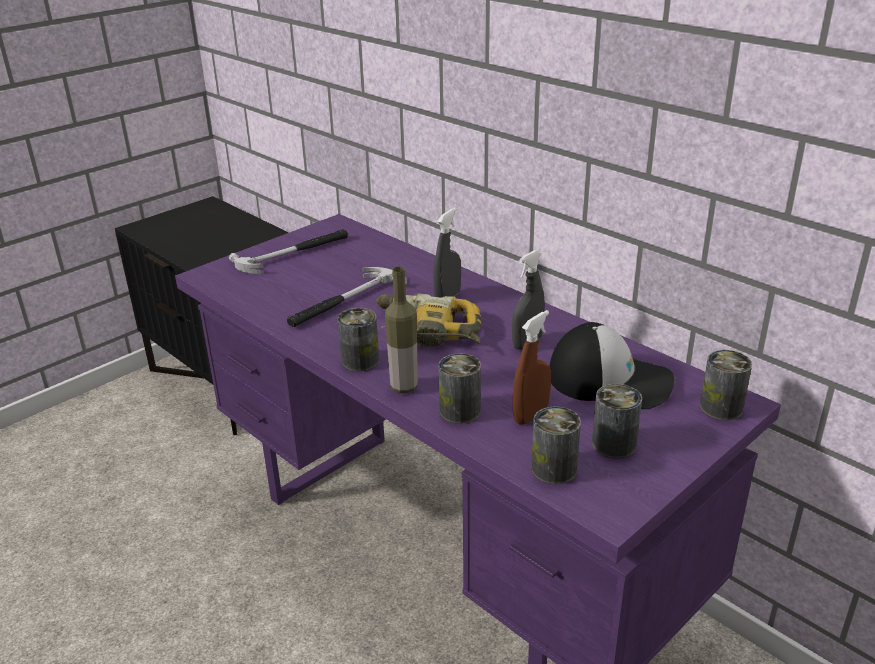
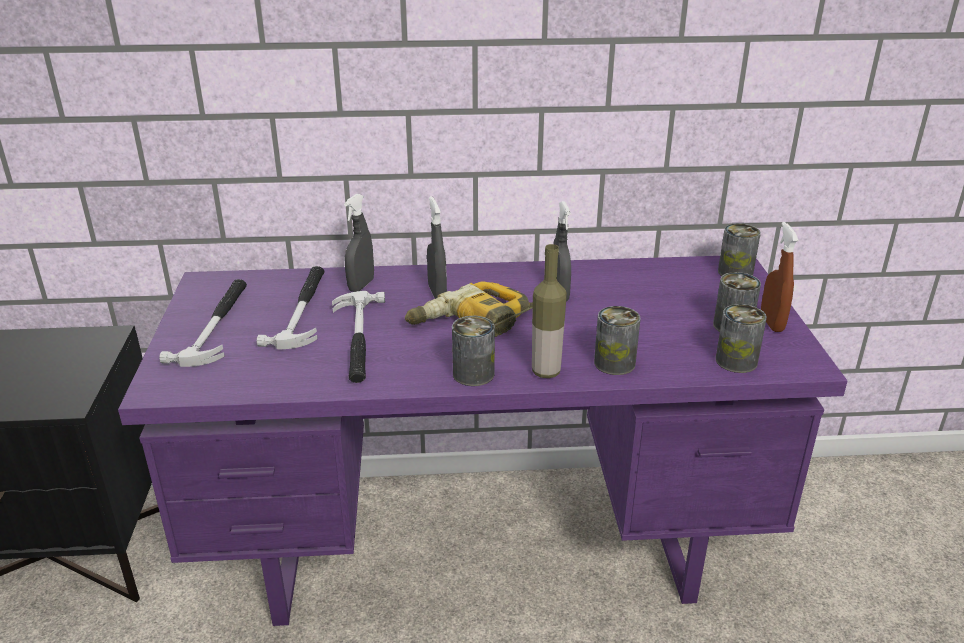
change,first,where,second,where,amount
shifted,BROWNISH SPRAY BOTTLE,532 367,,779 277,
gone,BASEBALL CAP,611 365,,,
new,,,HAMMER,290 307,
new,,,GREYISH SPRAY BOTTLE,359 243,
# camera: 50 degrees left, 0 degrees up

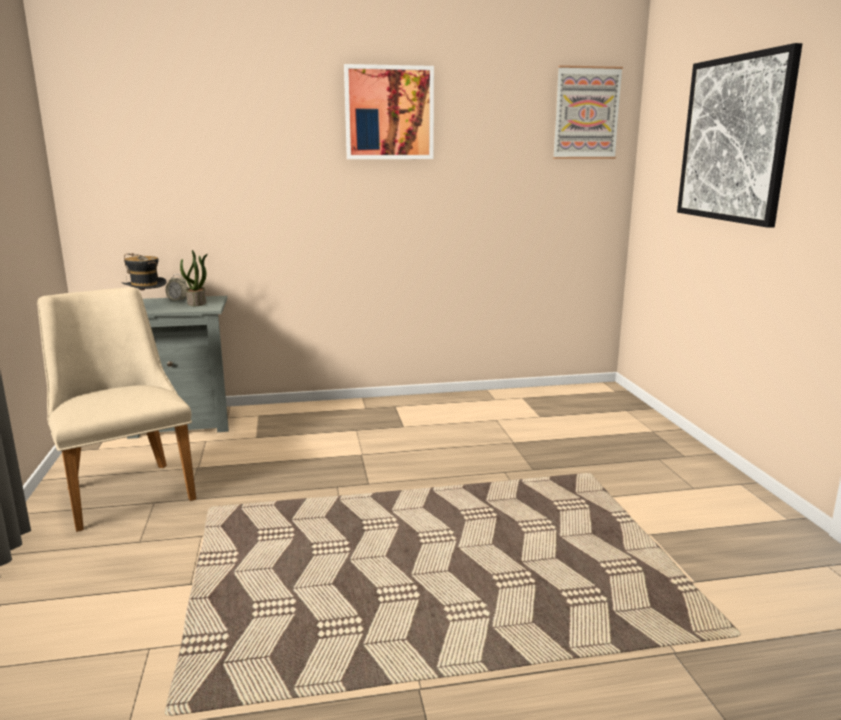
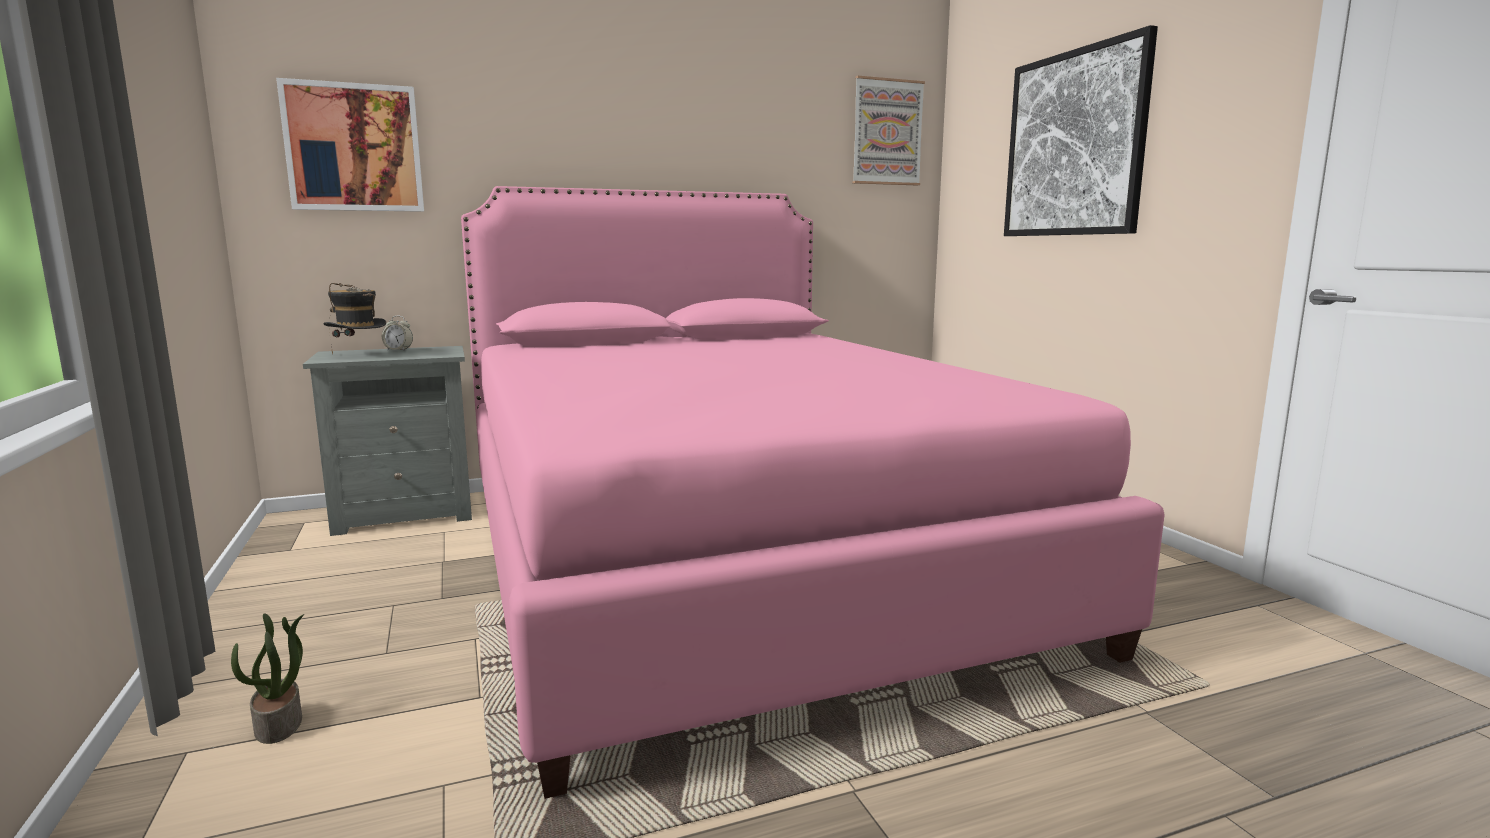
change,first,where,second,where,amount
gone,BEIGE-COLOURED UPRIGHT CHAIR,116 409,,,
shifted,POTTED PLANT,194 278,,267 678,
shifted,PICTURE,389 111,,350 145,
new,,,PINK-COLOURED SLEEPING BED,813 492,
# camera: 10 degrees left, 5 degrees down

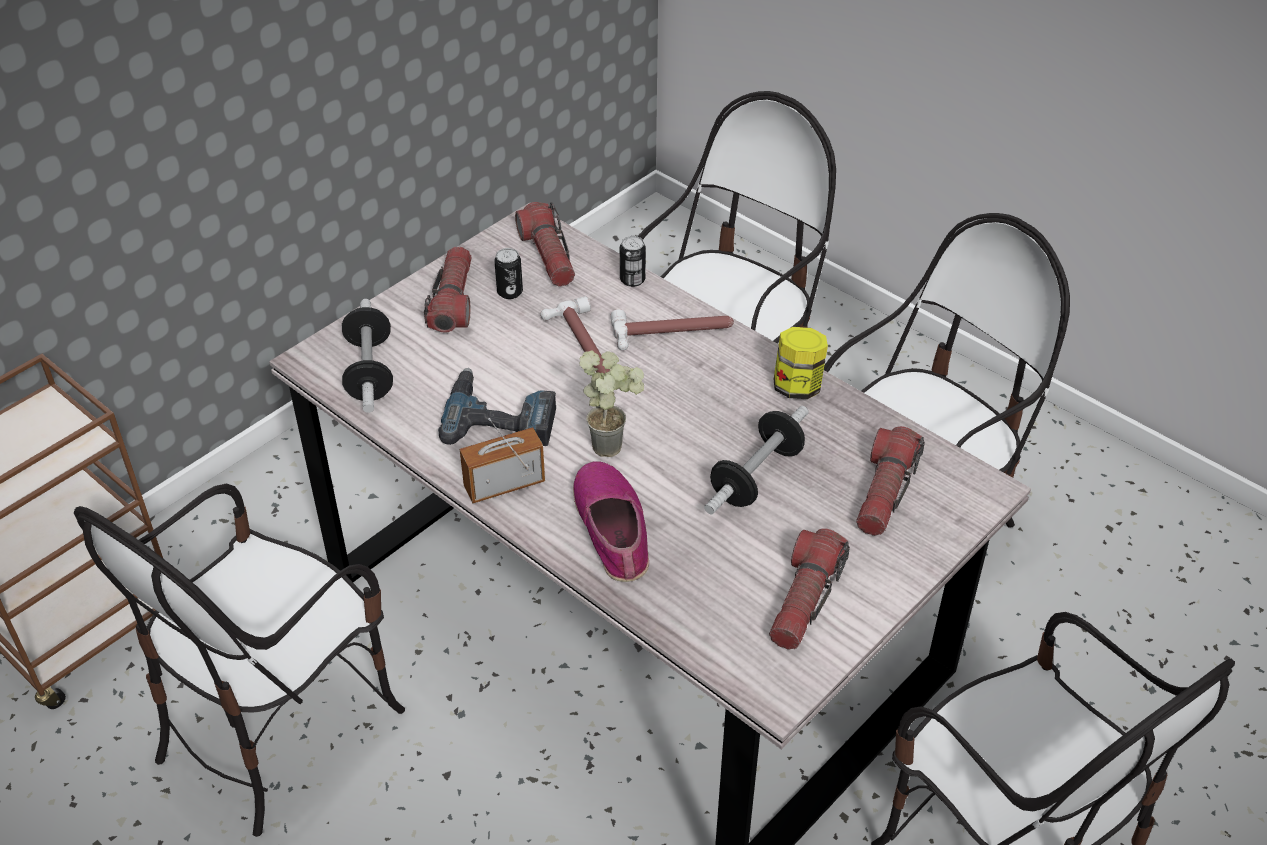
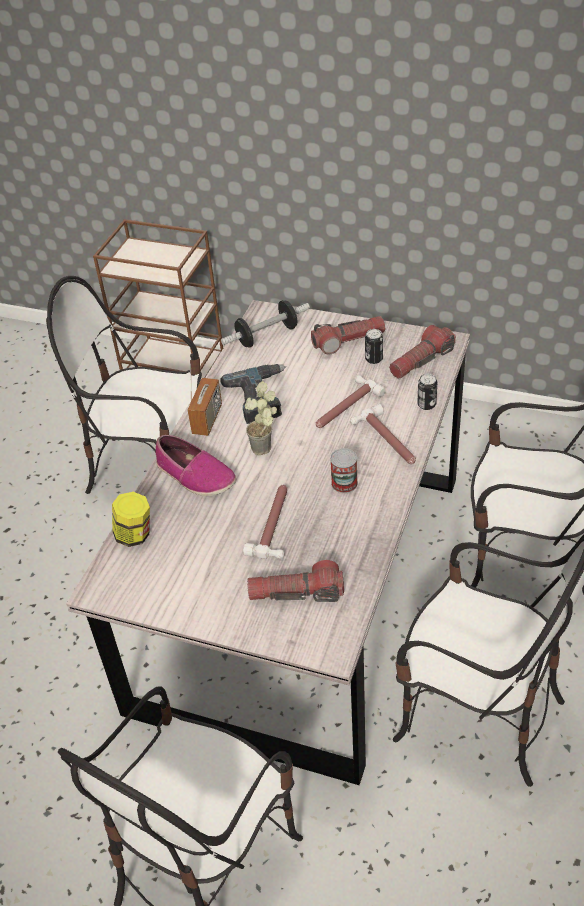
change,first,where,second,where,amount
rotated,RADIO RECEIVER,502 460,,204 397,60 degrees clockwise
rotated,LOW SHOE,611 521,,196 465,75 degrees clockwise
swapped,HAND WEIGHT,756 460,HAMMER,265 522,
gone,FLASHLIGHT,809 589,,,
shifted,PRESERVE JAR,800 363,,131 519,
new,,,METAL CAN,344 470,
# camera: 70 degrees right, 0 degrees up

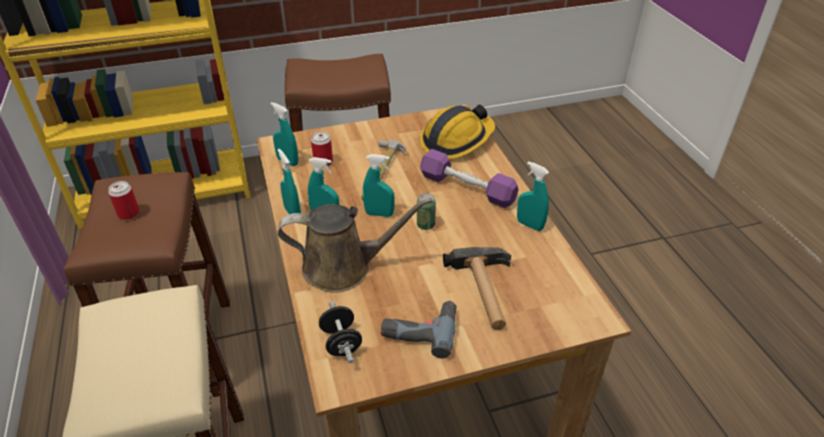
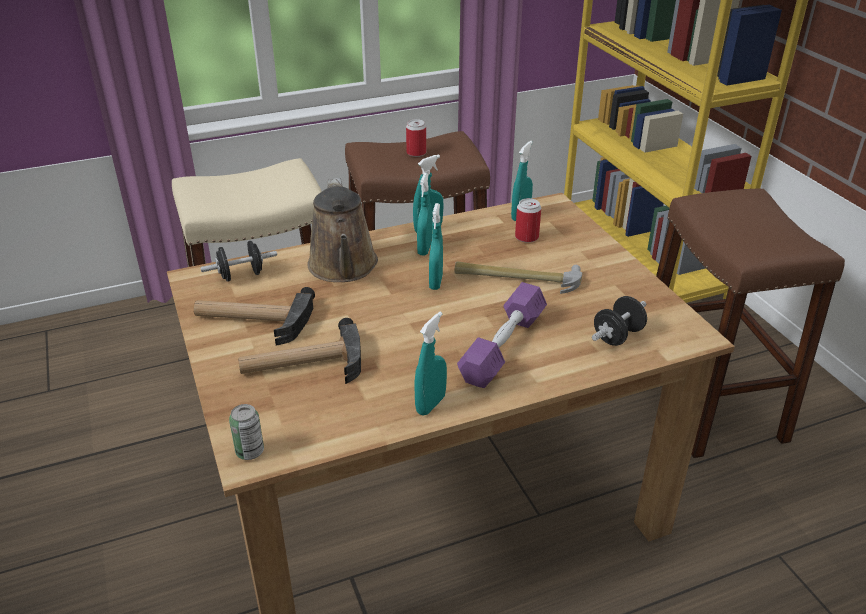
change,first,where,second,where,amount
swapped,DRILL,419 329,HAMMER,254 316,
shifted,METAL CAN,426 211,,246 432,
swapped,SAFETY HELMET,457 132,BLACKISH HAND WEIGHT,619 321,
# camera: 85 degrees right, 5 degrees down

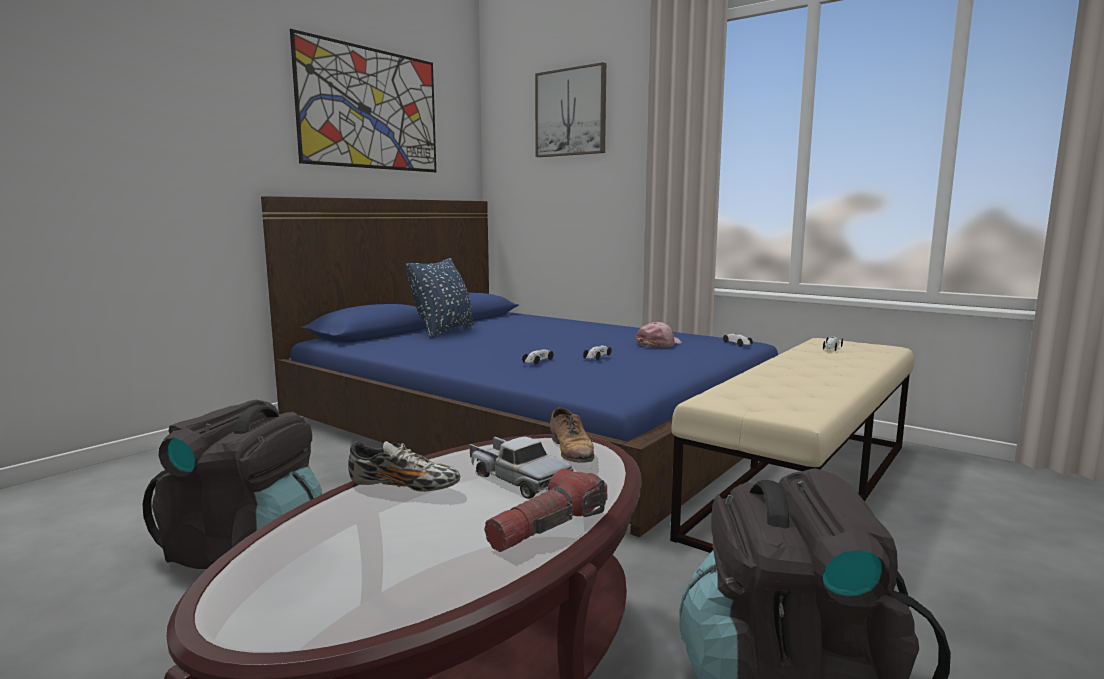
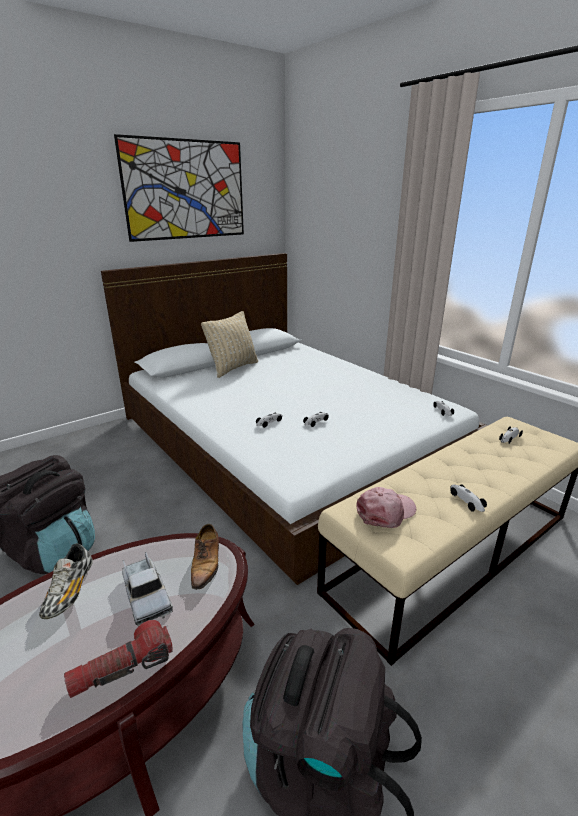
change,first,where,second,where,amount
repainted,BLUISH SLEEPING BED,519 366,WHITE SLEEPING BED,294 419,
rotated,LOW SHOE,404 466,,66 581,60 degrees clockwise
repainted,BLUISH PILLOW,440 298,BEIGE-COLOURED PILLOW,229 344,
gone,PICTURE,570 109,,,
shifted,PINK-COLOURED BASEBALL CAP,659 334,,386 507,
new,,,MINIATURE CAR,468 498,
# camera: 15 degrees right, 15 degrees up

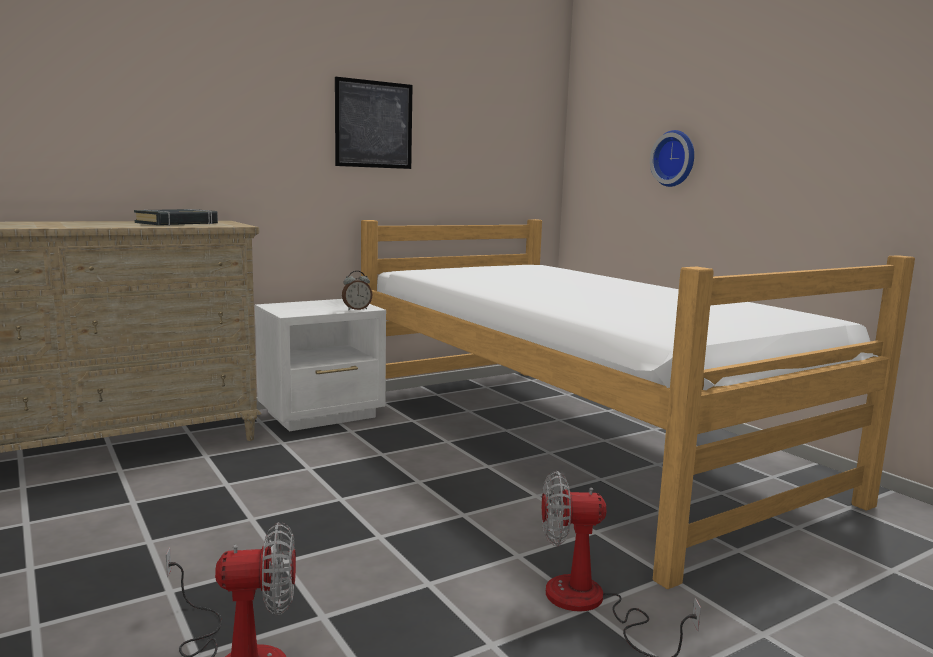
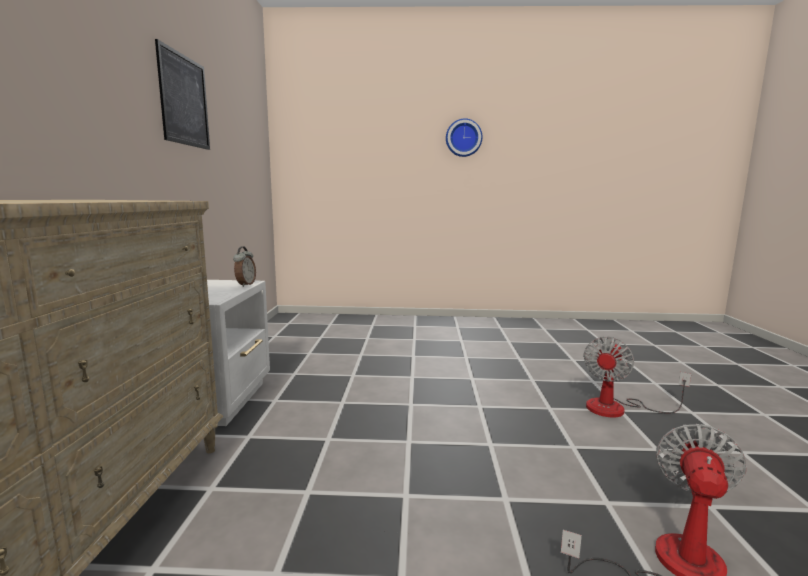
change,first,where,second,where,amount
gone,BLACKISH BOUND BOOK,176 217,,,
gone,SLEEPING BED,638 404,,,
shifted,WALL CLOCK,672 158,,464 137,
# camera: 55 degrees left, 0 degrees up

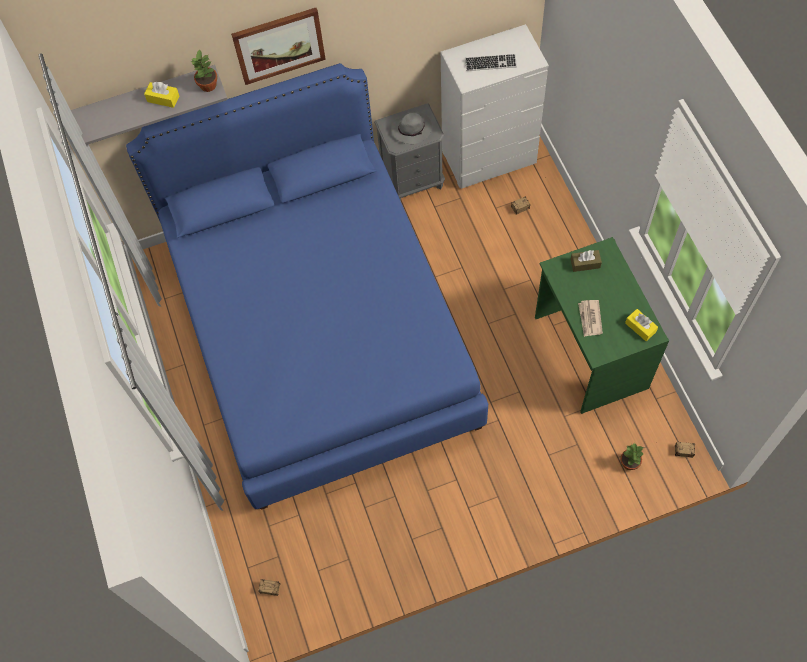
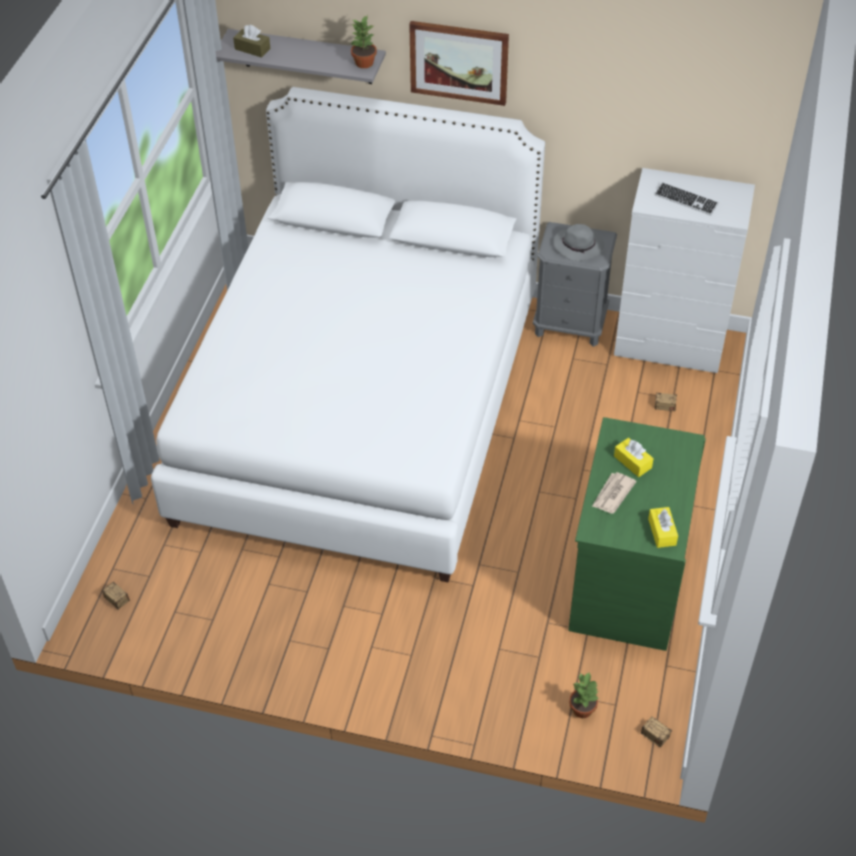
change,first,where,second,where,amount
repainted,BLUISH SLEEPING BED,307 286,WHITE SLEEPING BED,348 334,
shifted,YELLOW-COLOURED TISSUE HOLDER,161 95,,634 457,
shifted,BROWNISH TISSUE HOLDER,586 261,,252 41,
# camera: 30 degrees right, 15 degrees down

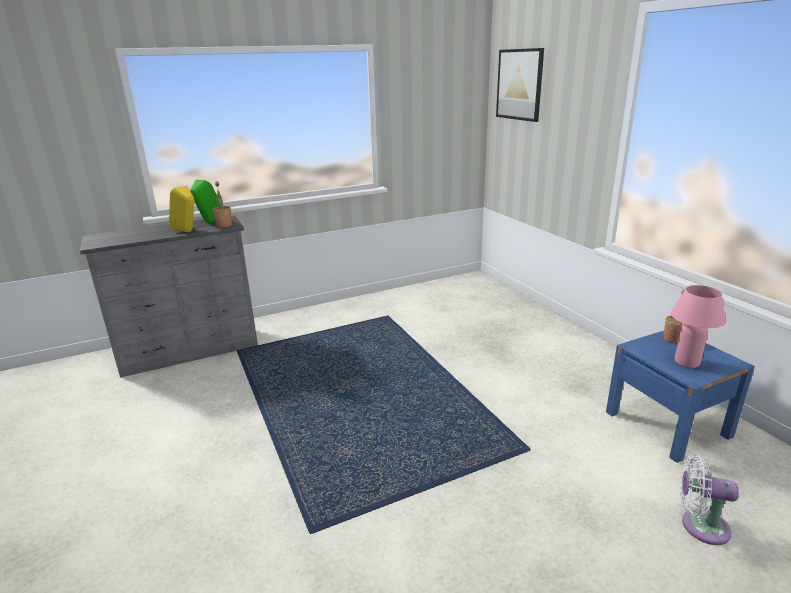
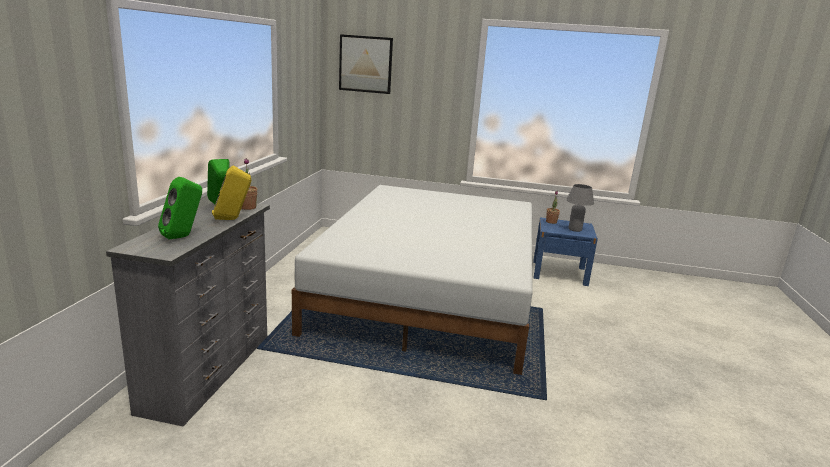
change,first,where,second,where,amount
repainted,PINK-COLOURED TABLETOP LAMP,698 326,GREYISH TABLETOP LAMP,580 208,
gone,WHITE FAN,709 499,,,
new,,,GREEN LOUDSPEAKER,180 208,
new,,,WHITE SLEEPING BED,412 280,
# camera: 55 degrees left, 5 degrees down

